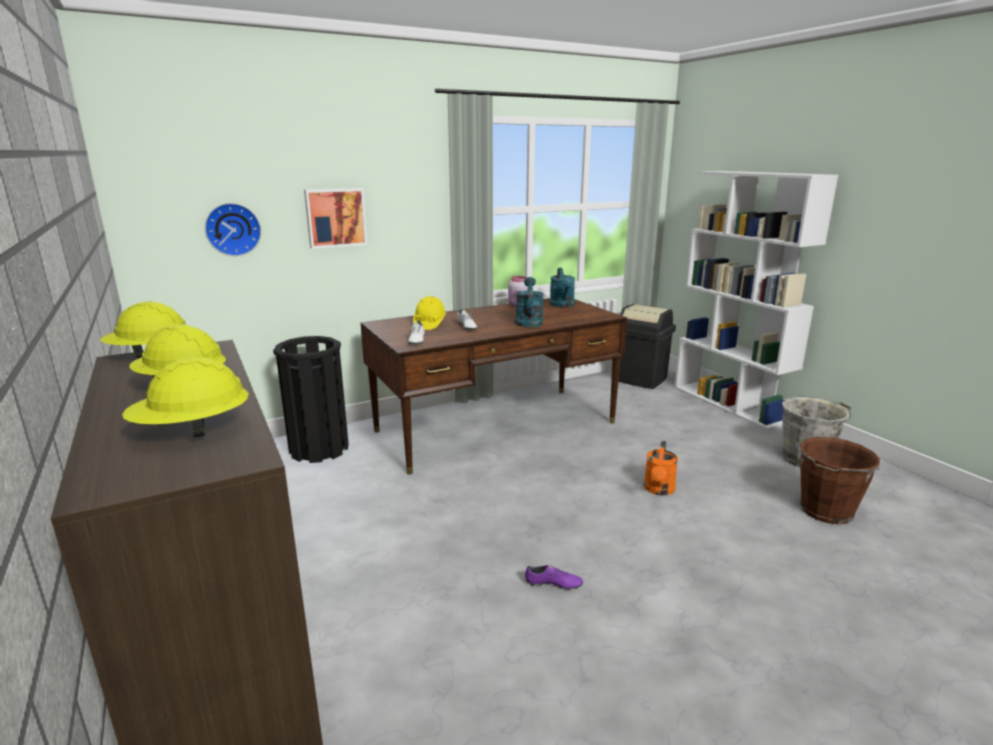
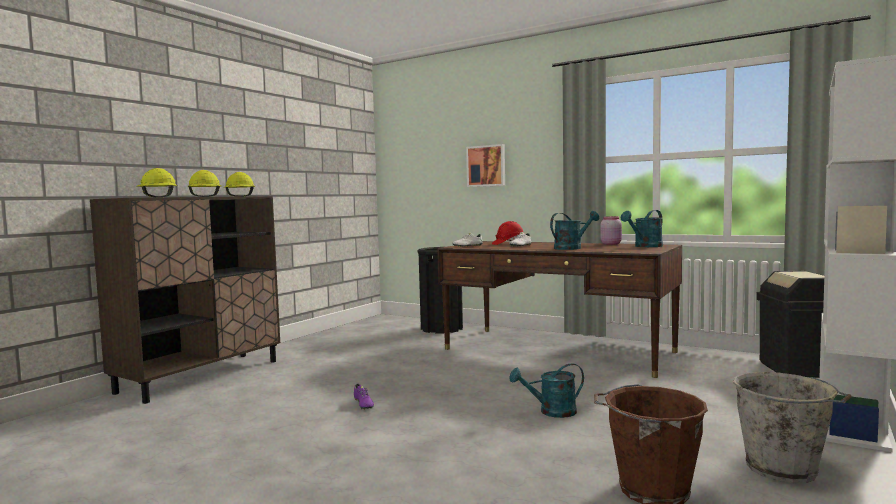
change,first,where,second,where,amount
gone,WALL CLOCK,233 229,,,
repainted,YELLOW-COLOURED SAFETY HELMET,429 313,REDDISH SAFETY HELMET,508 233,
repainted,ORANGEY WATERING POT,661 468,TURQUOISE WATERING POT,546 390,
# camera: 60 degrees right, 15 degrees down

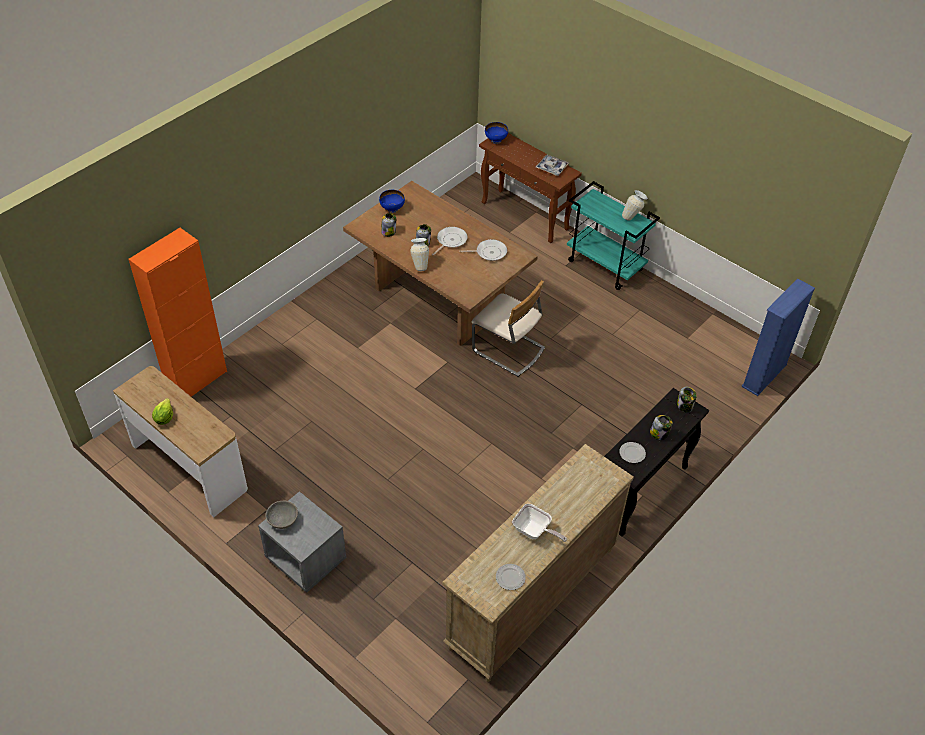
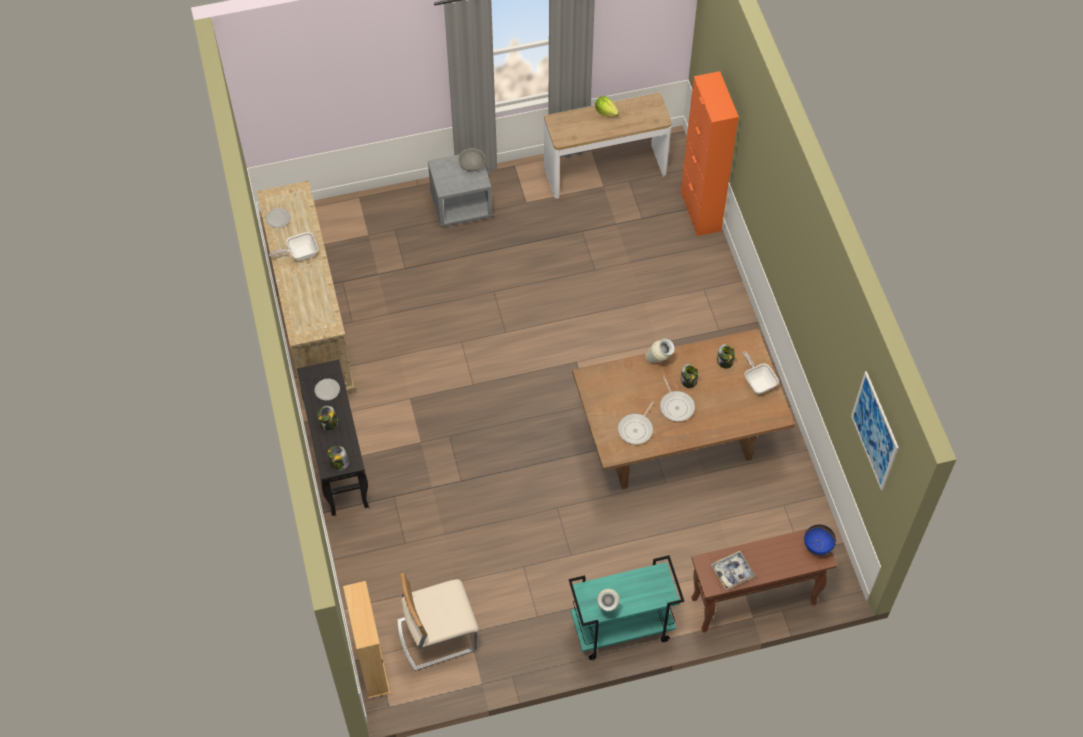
change,first,where,second,where,amount
swapped,BLUISH BOWL,392 201,FRYING PAN,761 372,
shifted,BEIGE-COLOURED UPRIGHT CHAIR,508 328,,438 622,
repainted,BLUISH BOOKCASE,778 337,BEIGE-COLOURED BOOKCASE,366 640,
new,,,PICTURE,875 430,
# camera: 125 degrees right, 10 degrees up

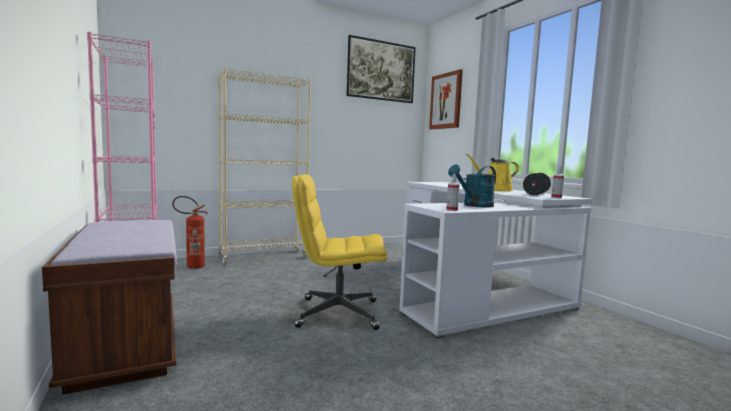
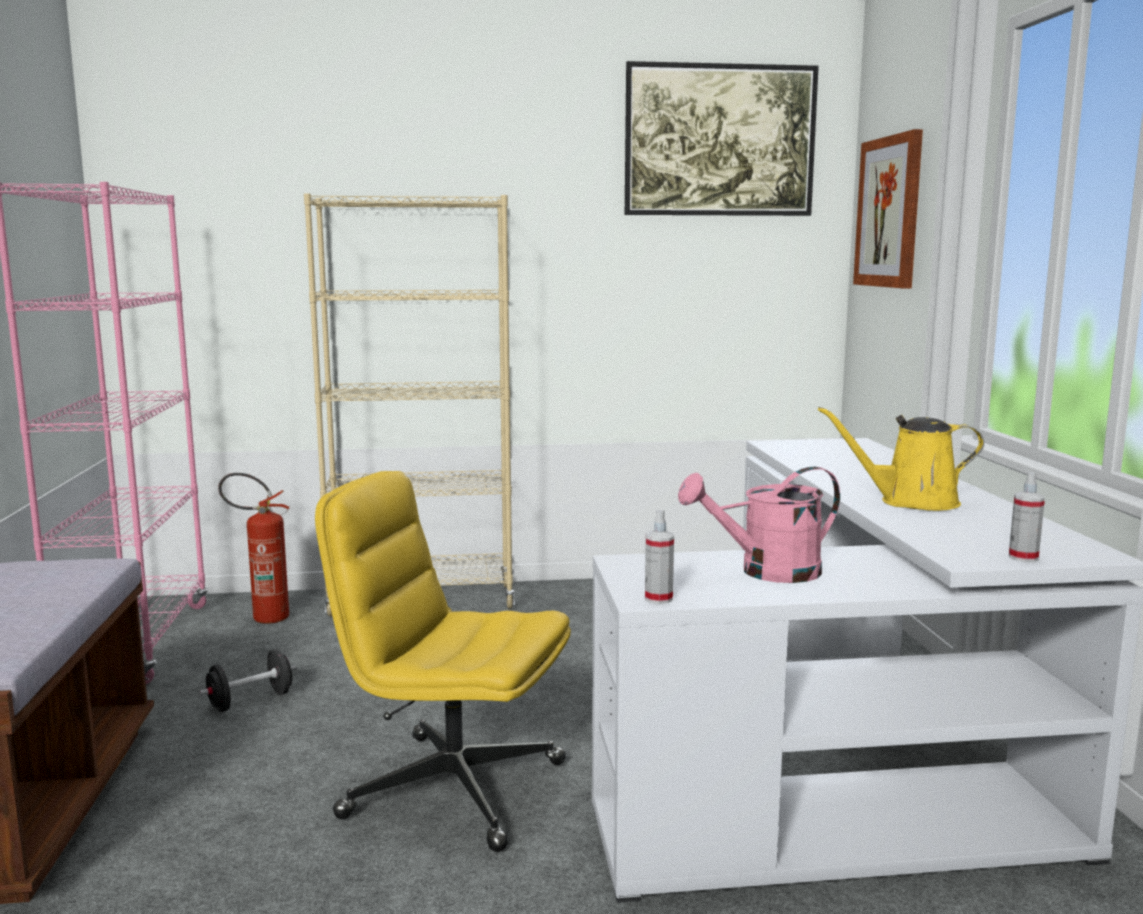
change,first,where,second,where,amount
repainted,TURQUOISE WATERING POT,472 185,PINK-COLOURED WATERING POT,759 525,
shifted,BLACKISH HAND WEIGHT,537 184,,248 680,
# camera: 20 degrees right, 5 degrees up

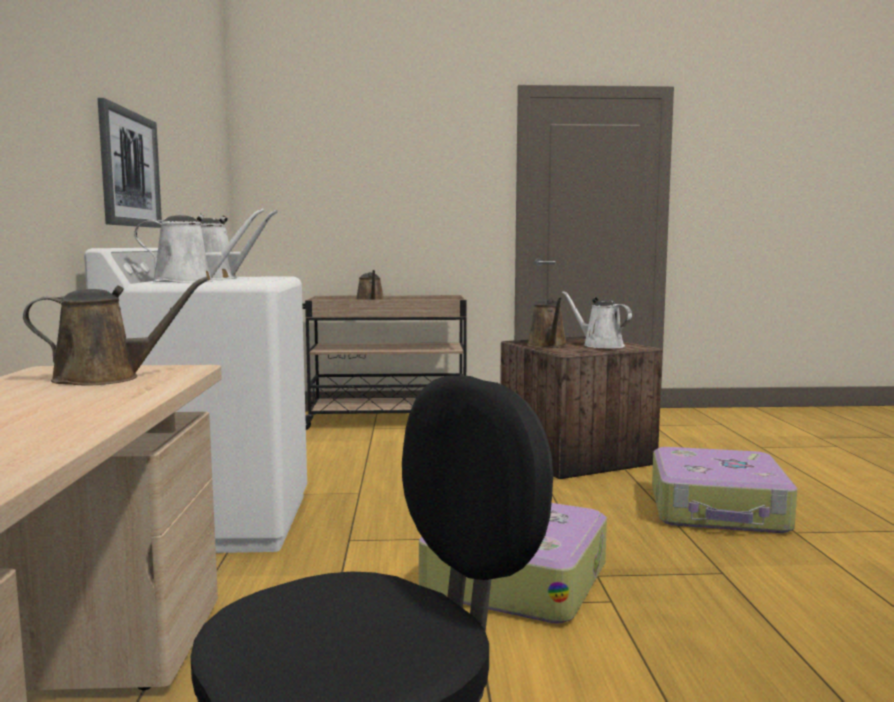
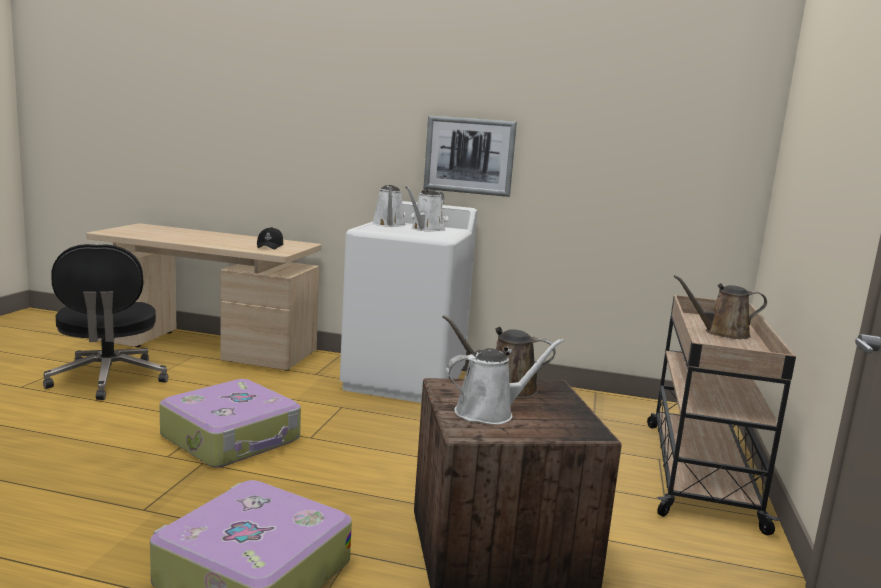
change,first,where,second,where,amount
swapped,BROWNISH WATERING POT,115 331,BLACKISH BASEBALL CAP,270 238,
# camera: 105 degrees right, 5 degrees up

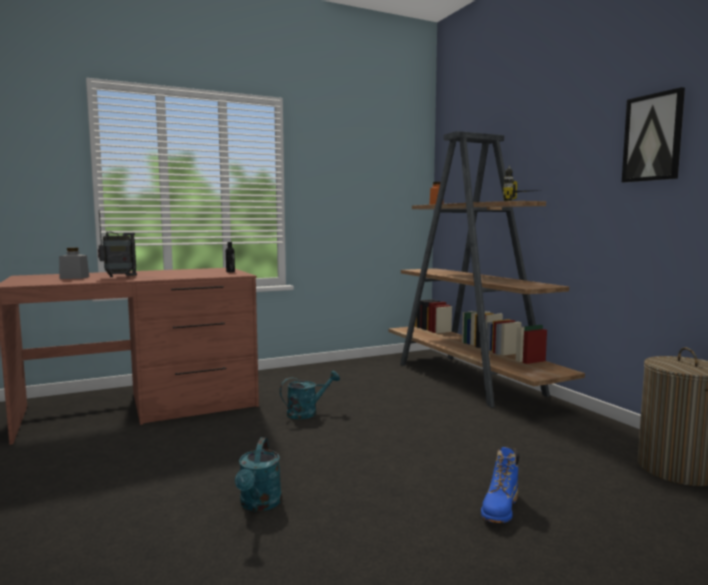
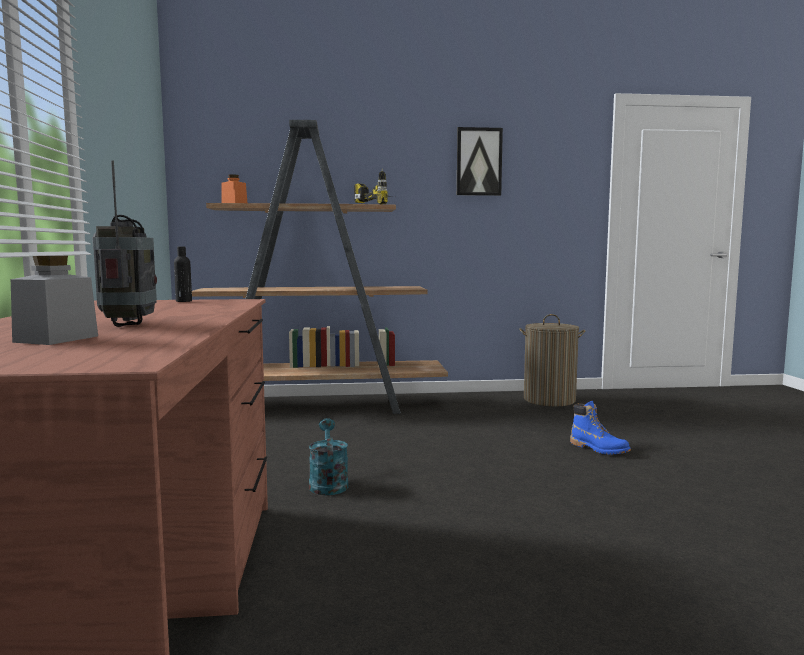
change,first,where,second,where,amount
gone,TURQUOISE WATERING POT,258 475,,,
# camera: 70 degrees left, 0 degrees up

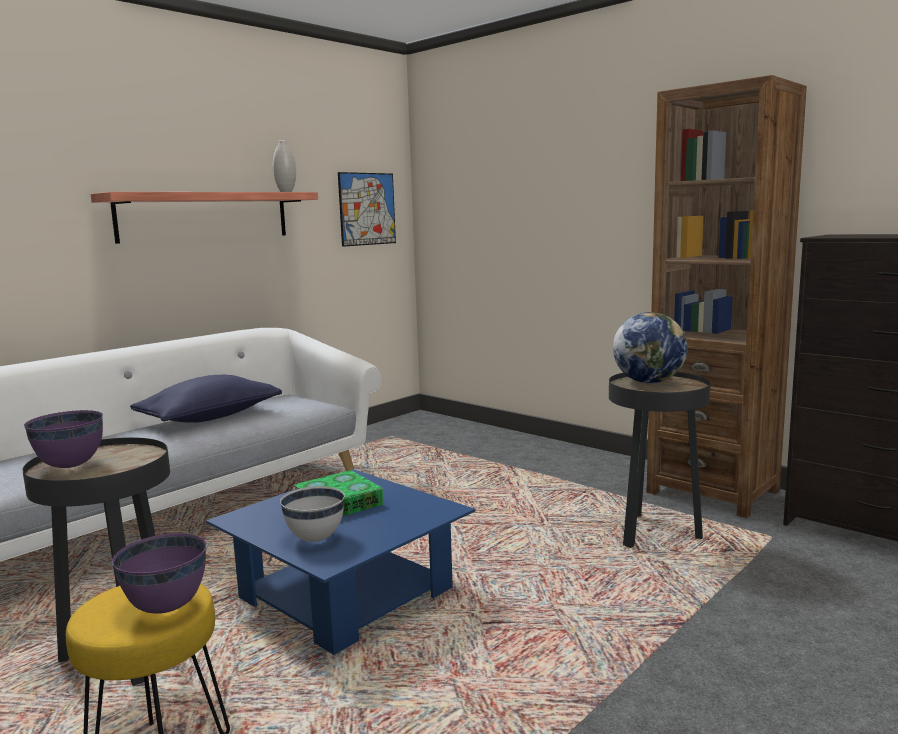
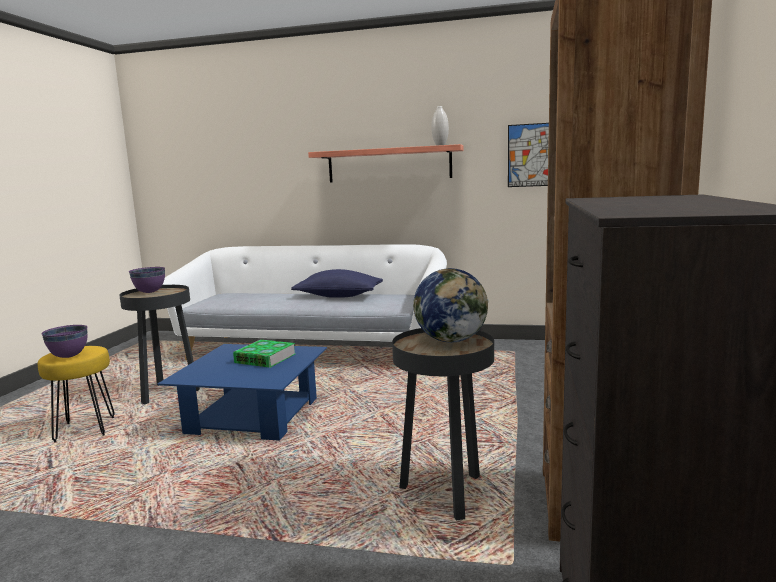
change,first,where,second,where,amount
gone,WHITE BOWL,312 514,,,
# camera: 60 degrees right, 0 degrees up

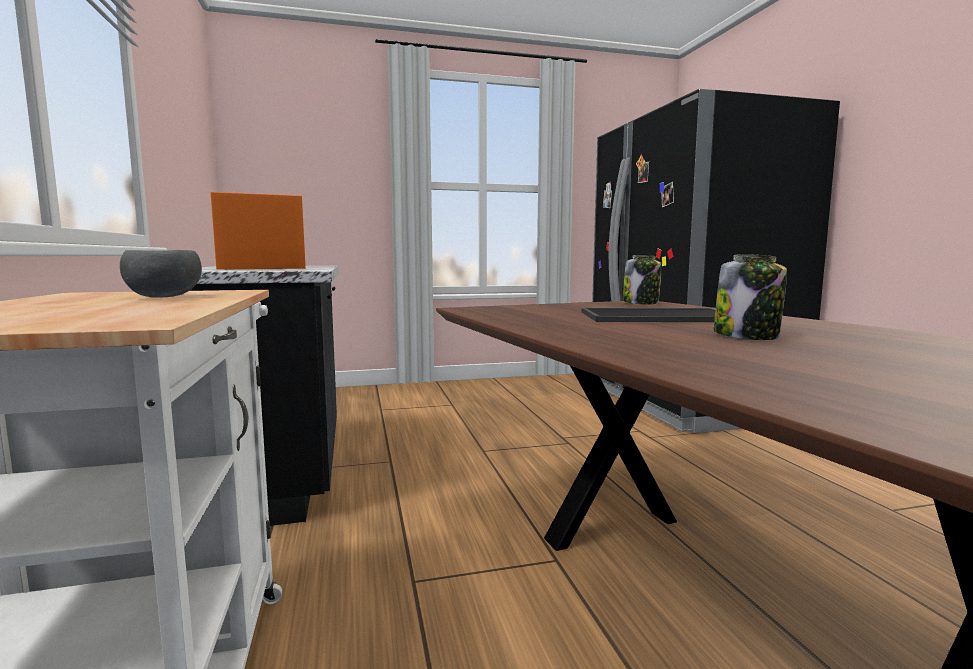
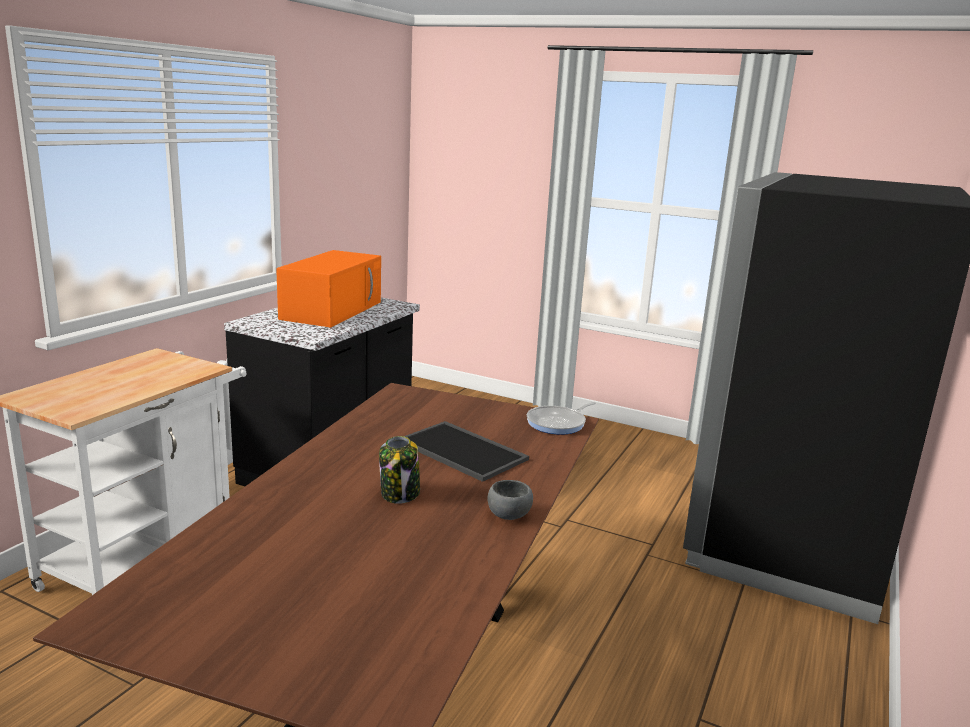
change,first,where,second,where,amount
shifted,GREYISH BOWL,161 274,,510 500,
swapped,PRESERVE JAR,642 279,FRYING PAN,561 418,
# camera: 40 degrees right, 10 degrees up

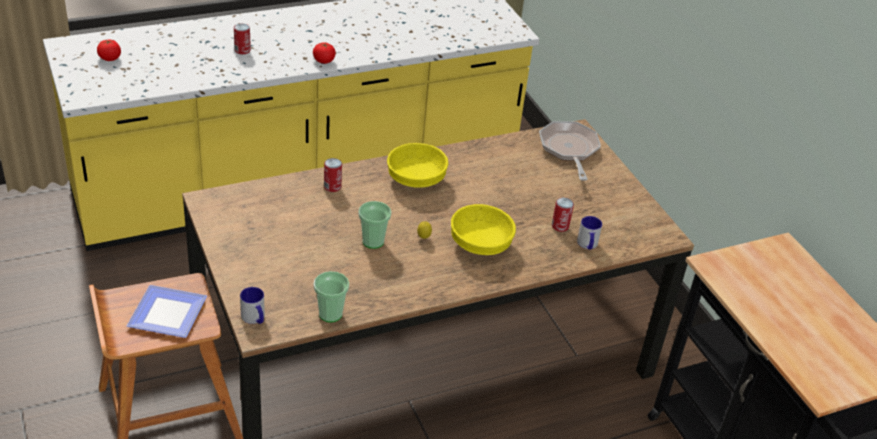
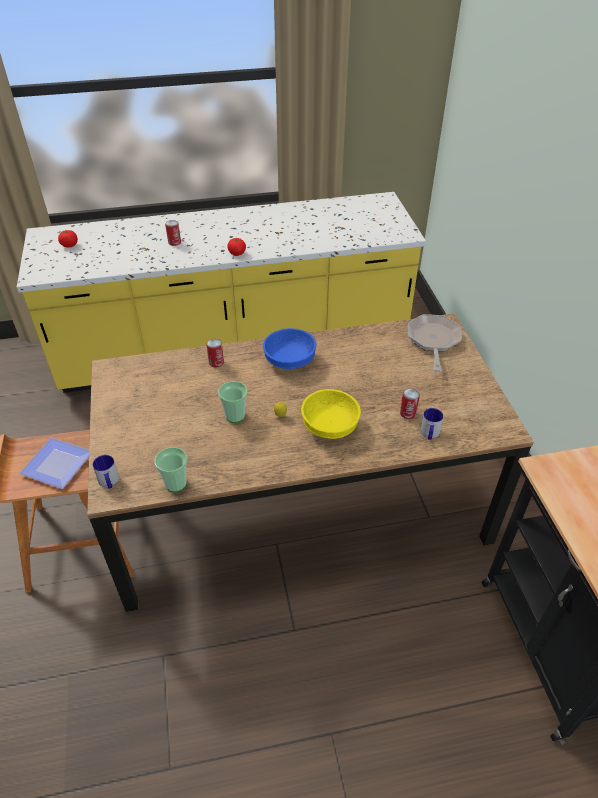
change,first,where,second,where,amount
repainted,YELLOW-COLOURED BOWL,417 165,BLUISH BOWL,290 348,
# camera: 15 degrees right, 5 degrees up

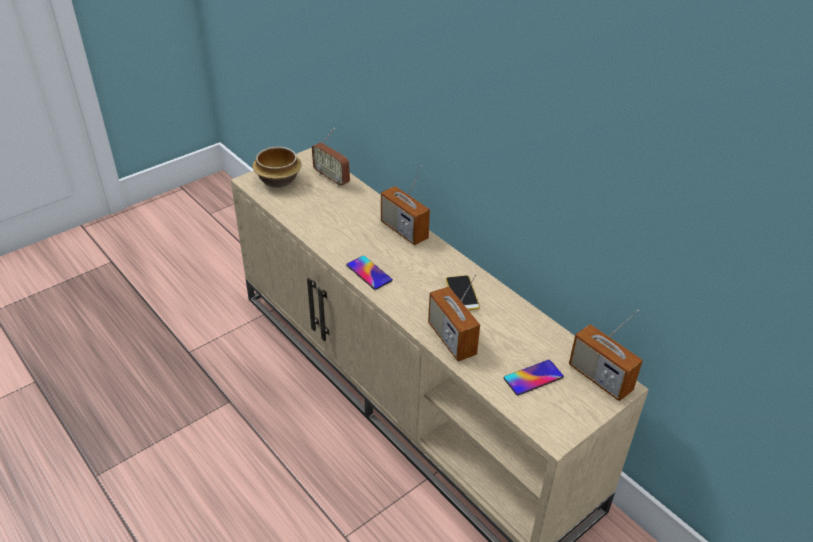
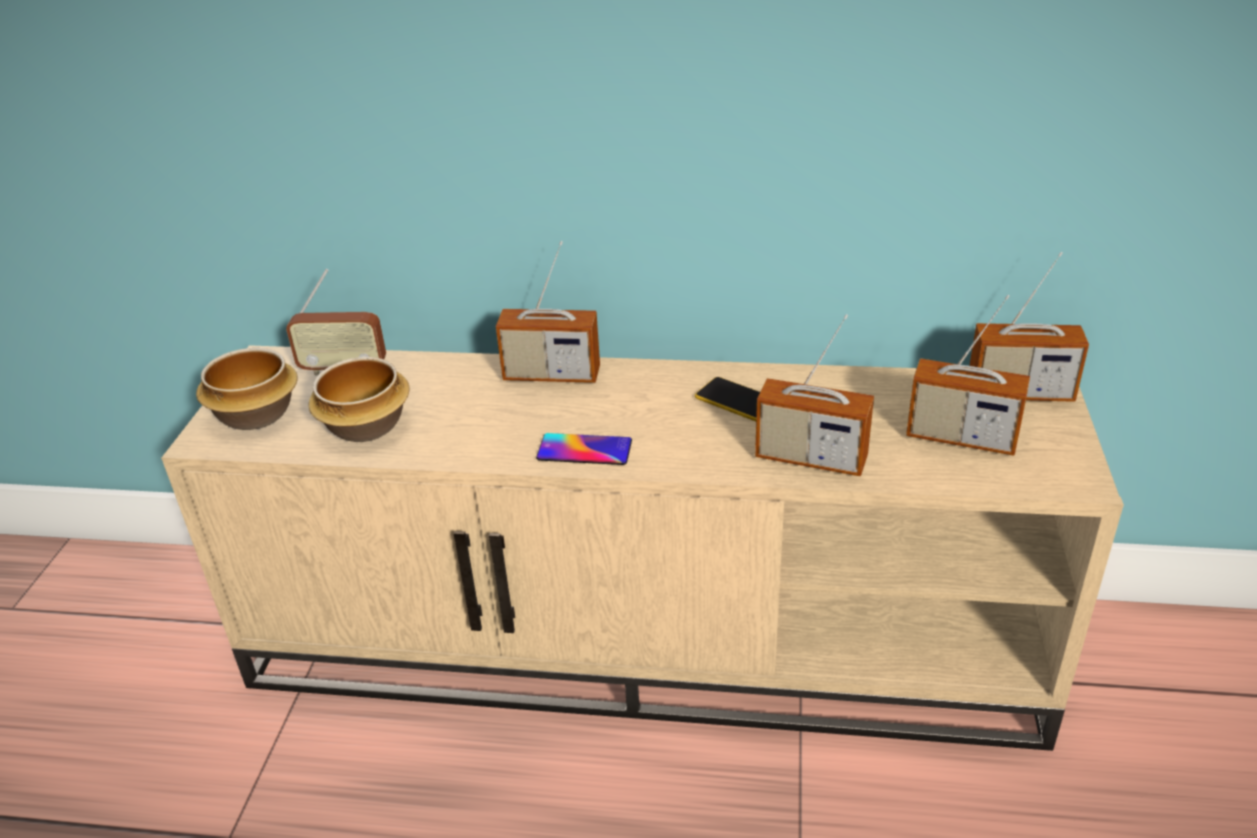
change,first,where,second,where,amount
swapped,PHONE,534 378,RADIO RECEIVER,968 375,
new,,,BOWL,358 399,
# camera: 40 degrees left, 5 degrees down

